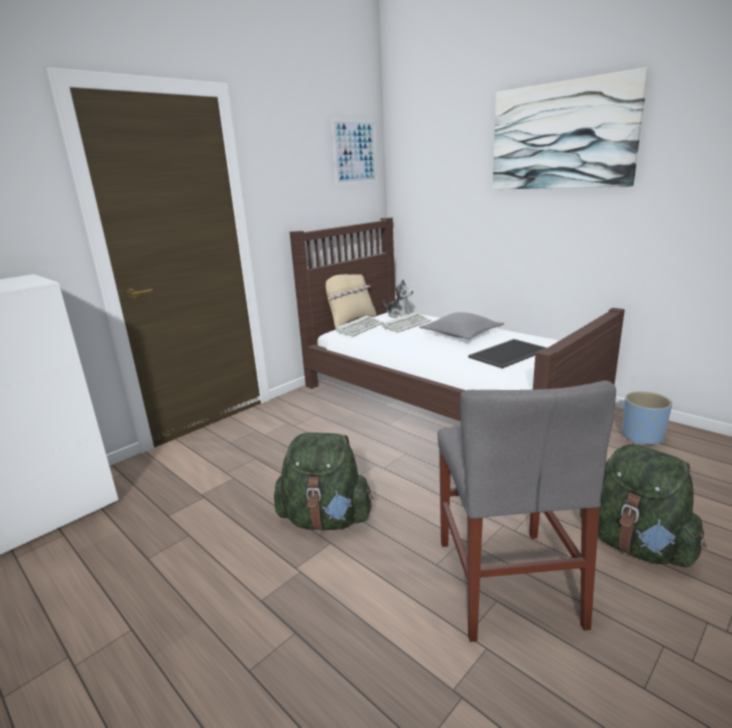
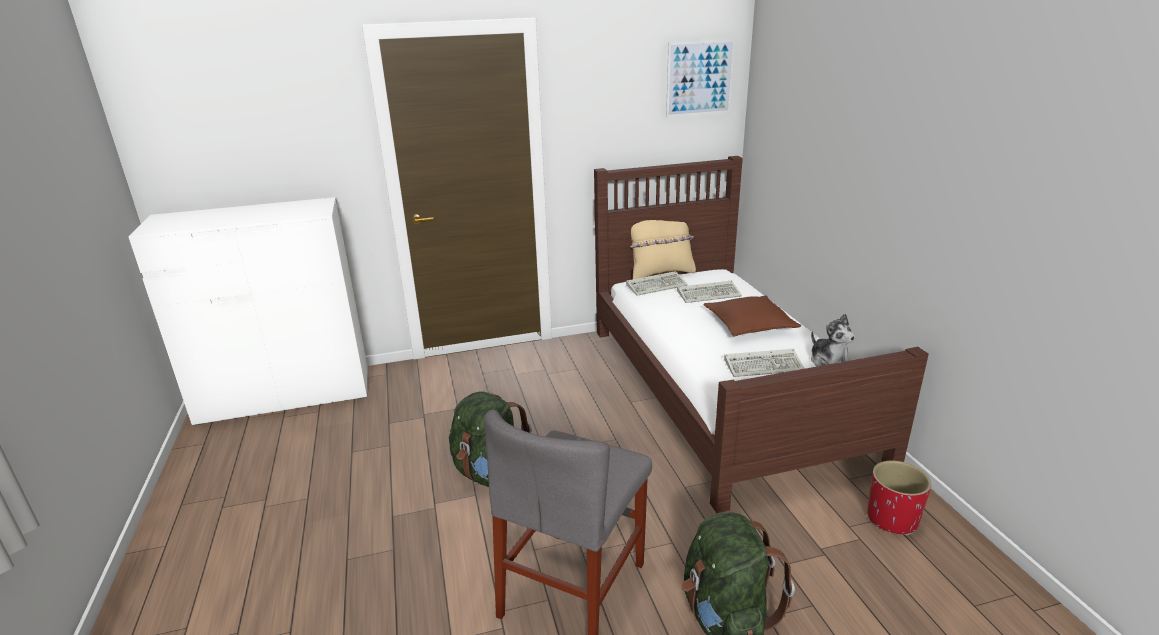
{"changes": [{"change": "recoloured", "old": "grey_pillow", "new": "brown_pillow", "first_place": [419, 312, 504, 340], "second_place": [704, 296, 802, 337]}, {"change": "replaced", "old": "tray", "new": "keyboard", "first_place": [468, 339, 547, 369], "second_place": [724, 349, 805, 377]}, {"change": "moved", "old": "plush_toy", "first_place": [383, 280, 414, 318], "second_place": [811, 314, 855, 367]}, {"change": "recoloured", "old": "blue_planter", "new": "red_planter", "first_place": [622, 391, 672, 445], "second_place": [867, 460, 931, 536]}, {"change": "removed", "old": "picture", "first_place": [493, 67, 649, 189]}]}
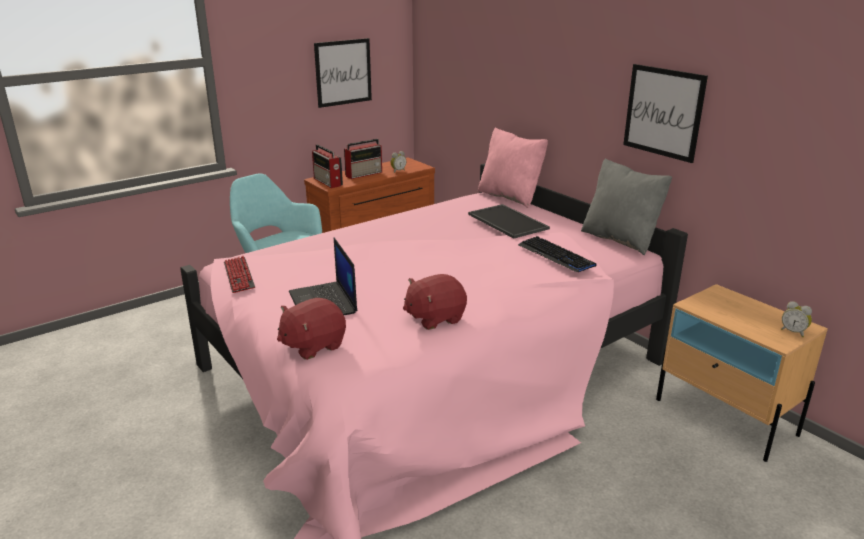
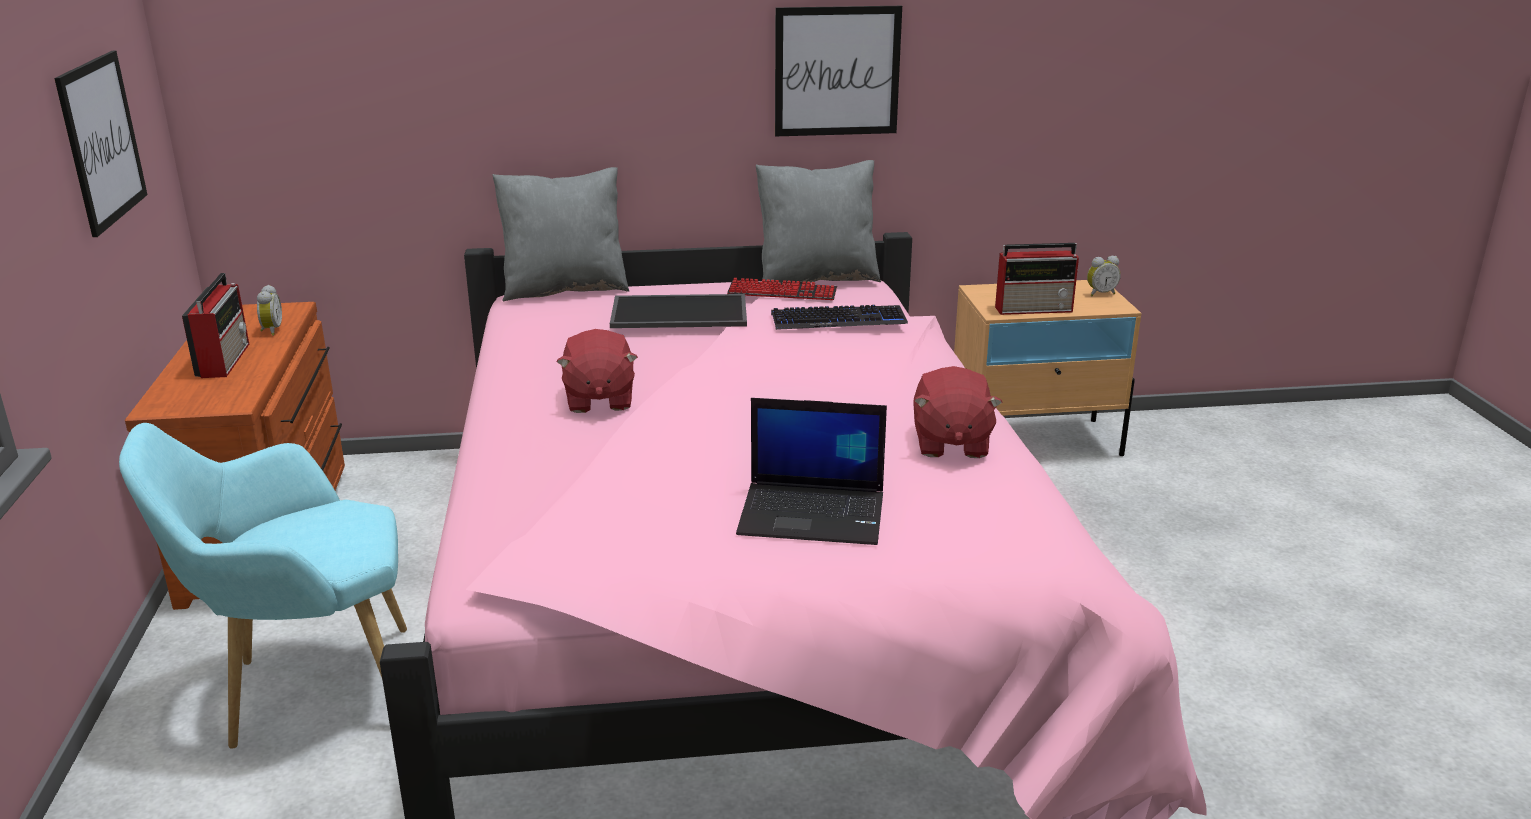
{"changes": [{"change": "recoloured", "old": "pink_pillow", "new": "grey_pillow", "first_place": [478, 127, 548, 208], "second_place": [492, 167, 629, 301]}, {"change": "moved", "old": "red_plush_toy", "first_place": [277, 298, 346, 360], "second_place": [556, 329, 638, 413]}, {"change": "moved", "old": "keyboard", "first_place": [224, 256, 255, 293], "second_place": [727, 278, 837, 300]}, {"change": "moved", "old": "radio", "first_place": [312, 144, 343, 188], "second_place": [995, 243, 1079, 315]}]}
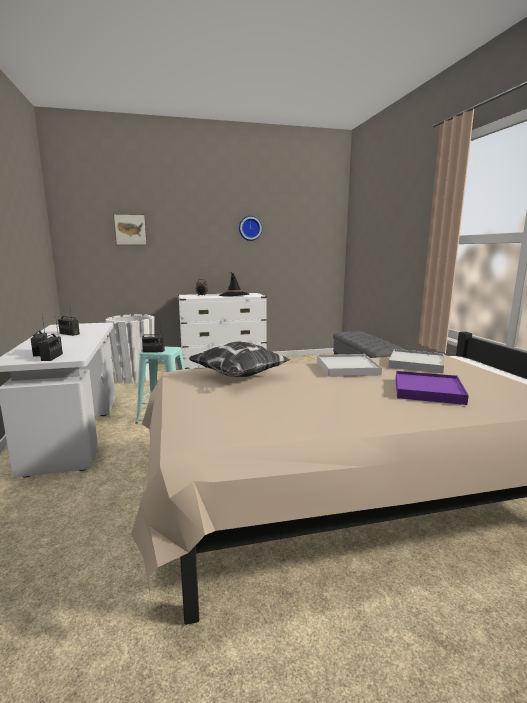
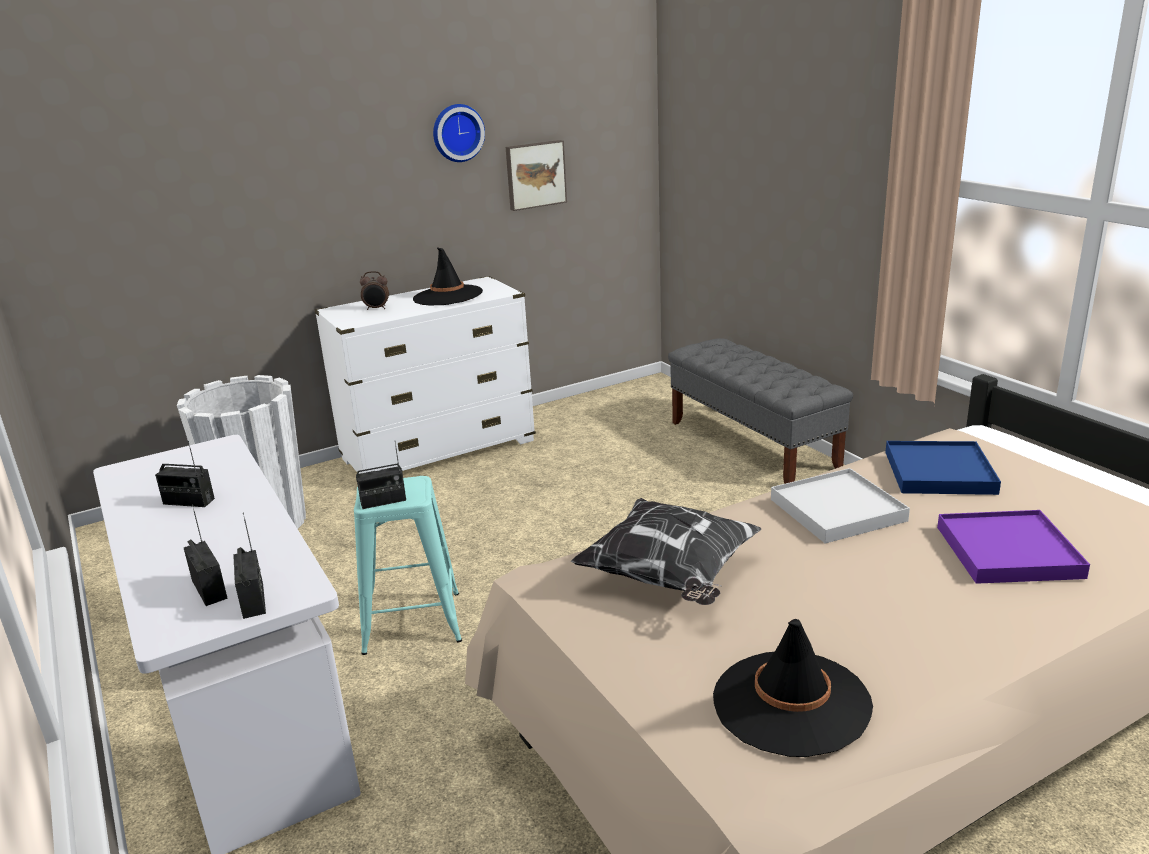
{"changes": [{"change": "moved", "old": "picture", "first_place": [113, 214, 147, 245], "second_place": [506, 140, 567, 211]}, {"change": "added", "new": "black_hat", "second_place": [713, 619, 873, 757]}, {"change": "recoloured", "old": "white_tray", "new": "blue_tray", "first_place": [388, 349, 444, 373], "second_place": [885, 441, 1001, 495]}]}
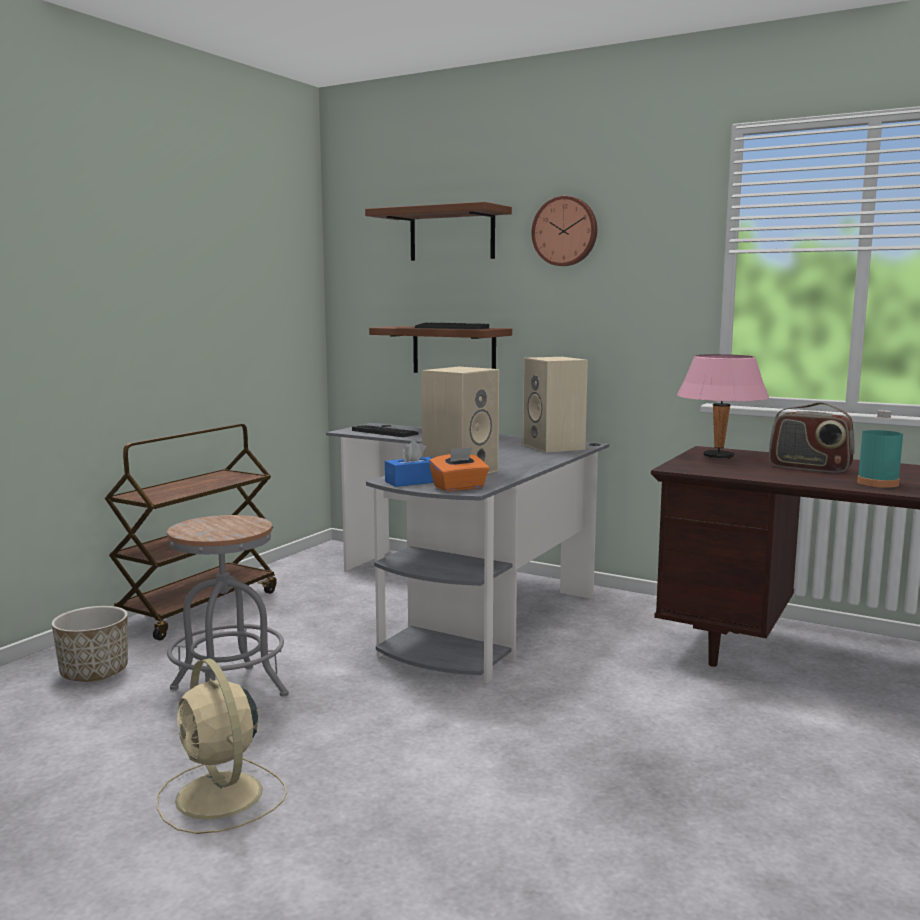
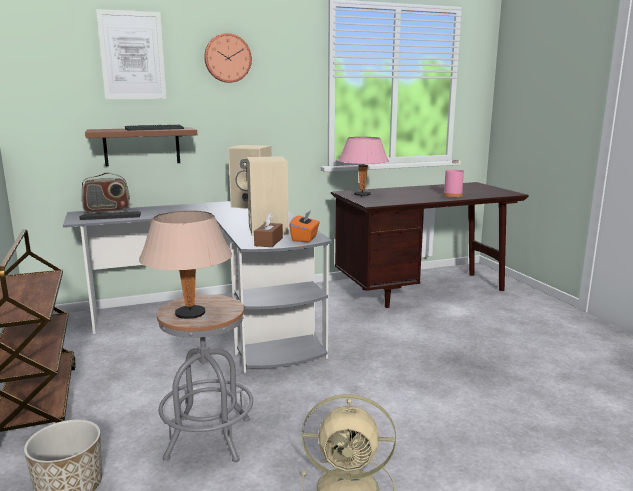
{"changes": [{"change": "moved", "old": "radio", "first_place": [769, 402, 855, 473], "second_place": [81, 172, 130, 213]}, {"change": "replaced", "old": "brown_shelf", "new": "picture", "first_place": [365, 202, 512, 261], "second_place": [96, 9, 167, 99]}, {"change": "added", "new": "beige_table_lamp", "second_place": [139, 211, 232, 319]}, {"change": "recoloured", "old": "blue_tissue_box", "new": "brown_tissue_box", "first_place": [385, 440, 434, 487], "second_place": [254, 213, 283, 247]}, {"change": "recoloured", "old": "turquoise_bottle", "new": "pink_bottle", "first_place": [857, 410, 903, 488], "second_place": [444, 160, 464, 197]}]}
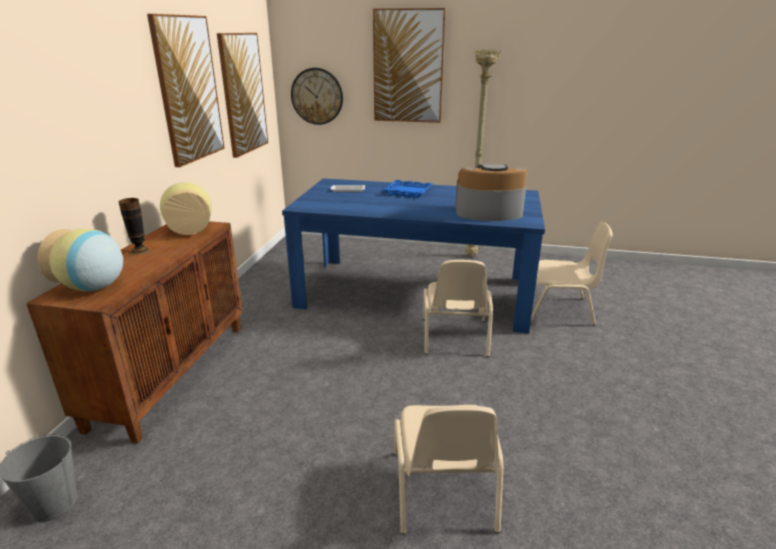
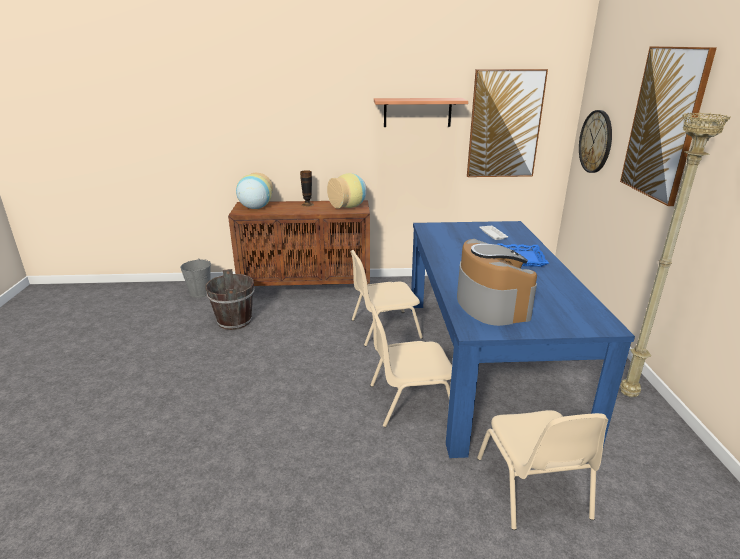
{"changes": [{"change": "added", "new": "brown_bucket", "second_place": [205, 269, 255, 330]}, {"change": "moved", "old": "beige_chair", "first_place": [394, 405, 503, 534], "second_place": [350, 250, 423, 346]}, {"change": "replaced", "old": "picture", "new": "shelf", "first_place": [147, 14, 225, 167], "second_place": [374, 98, 468, 127]}]}
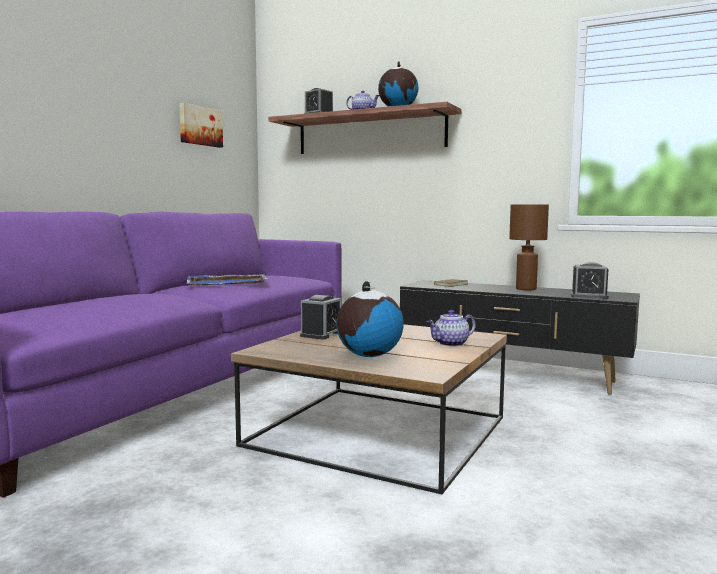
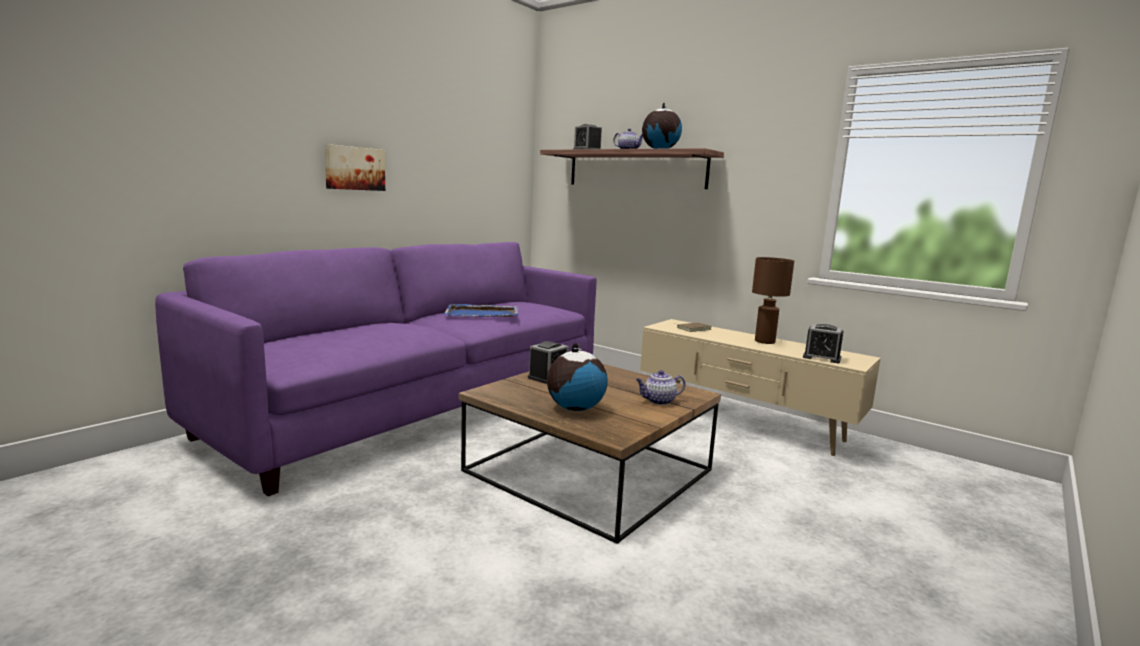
{"changes": [{"change": "moved", "old": "picture", "first_place": [179, 103, 223, 148], "second_place": [324, 144, 385, 191]}, {"change": "recoloured", "old": "black_tv_stand", "new": "beige_tv_stand", "first_place": [400, 280, 640, 395], "second_place": [640, 319, 881, 456]}]}
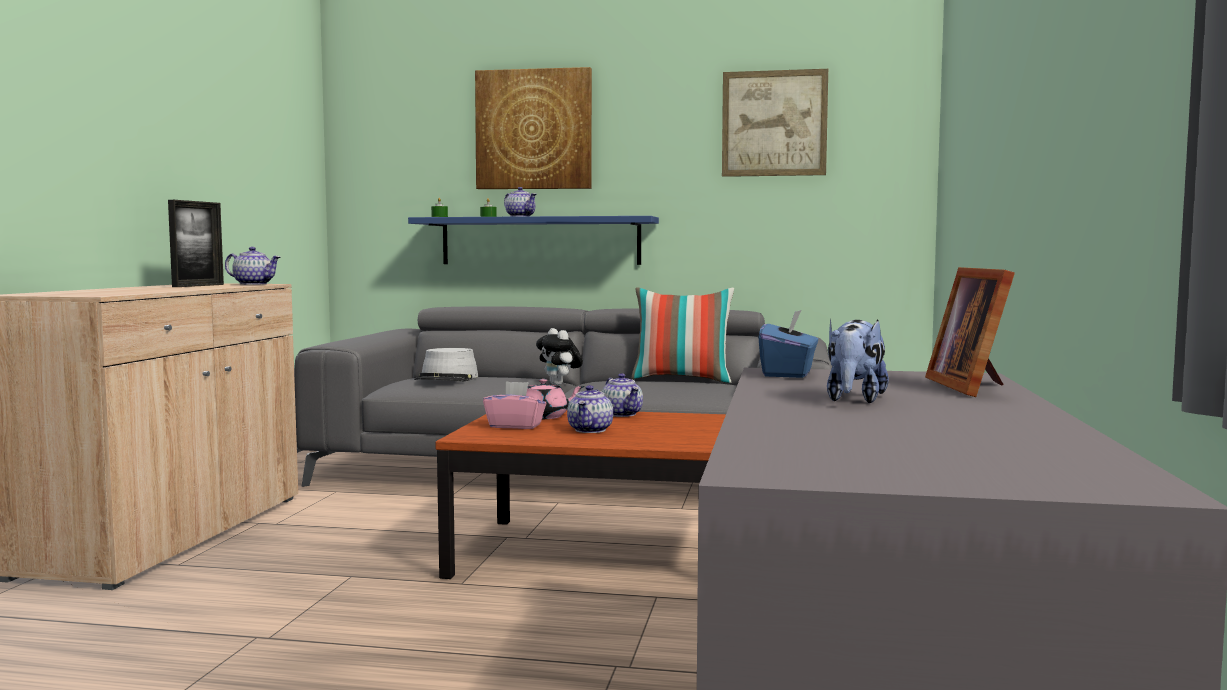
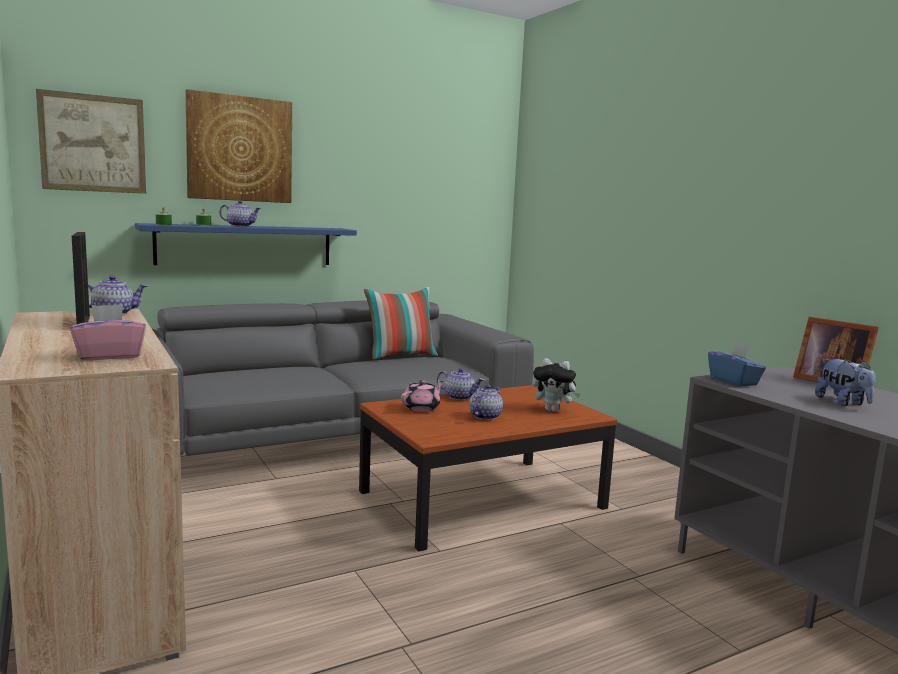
{"changes": [{"change": "moved", "old": "picture", "first_place": [722, 69, 828, 177], "second_place": [36, 89, 146, 194]}, {"change": "moved", "old": "pink_tissue_box", "first_place": [483, 381, 546, 429], "second_place": [70, 304, 146, 361]}, {"change": "turned", "old": "teapot", "first_place": [567, 385, 613, 433], "second_place": [469, 385, 503, 420], "degrees": -120}, {"change": "moved", "old": "plush_toy", "first_place": [536, 328, 583, 385], "second_place": [533, 358, 581, 412]}, {"change": "removed", "old": "grey_hat", "first_place": [414, 348, 478, 382]}]}
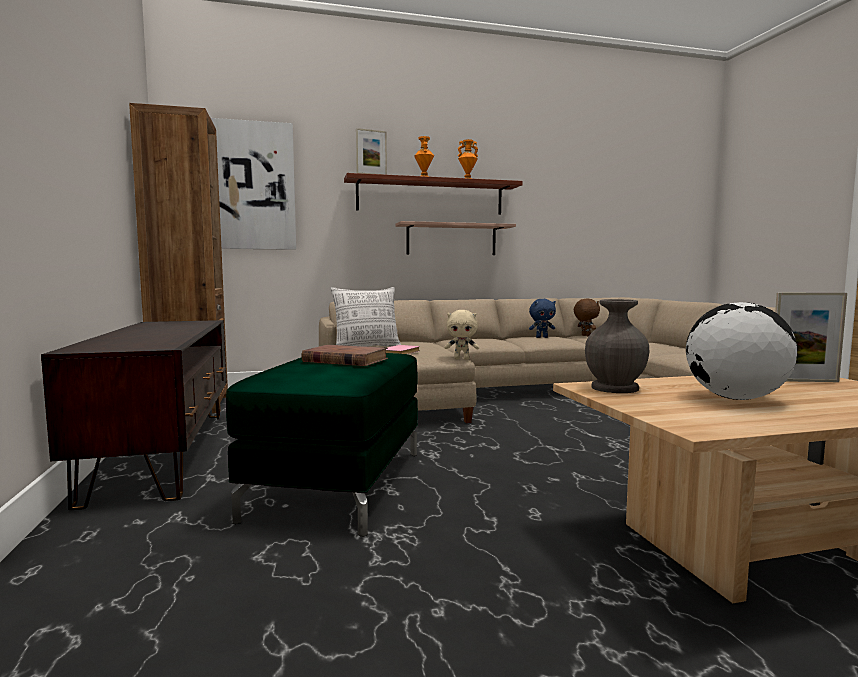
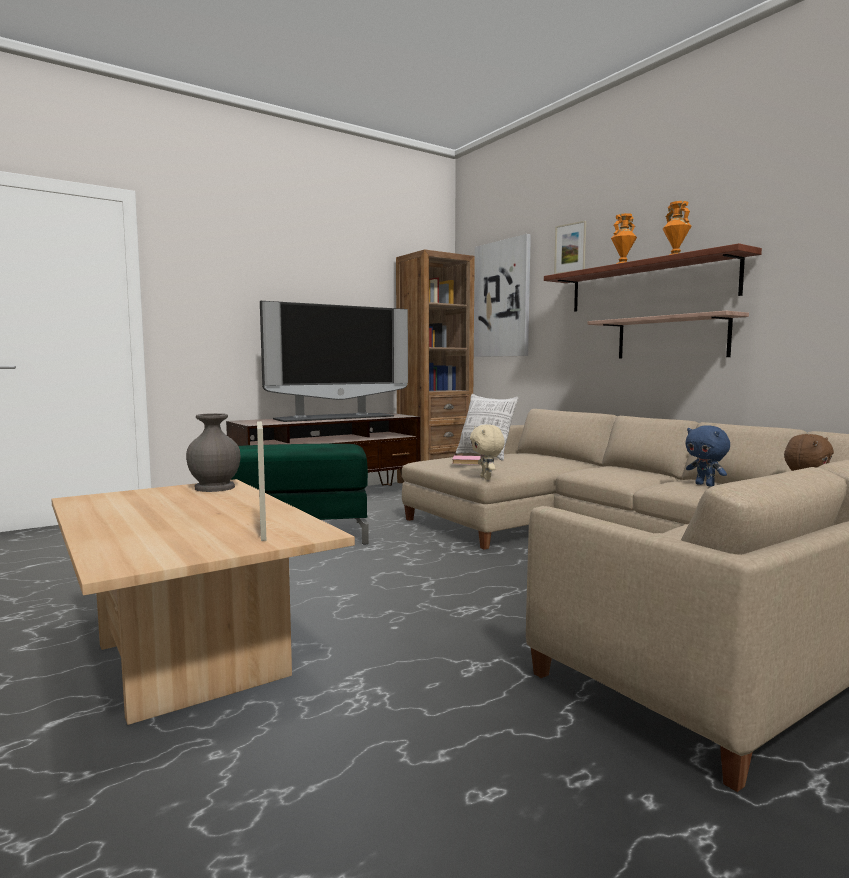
{"changes": [{"change": "added", "new": "television", "second_place": [260, 301, 408, 422]}, {"change": "removed", "old": "brown_book", "first_place": [302, 345, 388, 366]}, {"change": "removed", "old": "globe", "first_place": [686, 302, 797, 400]}]}
